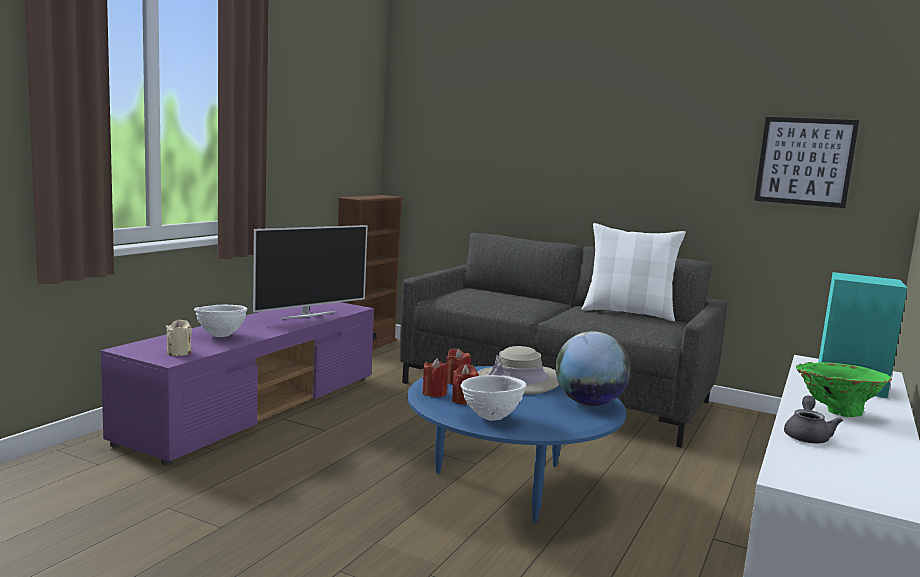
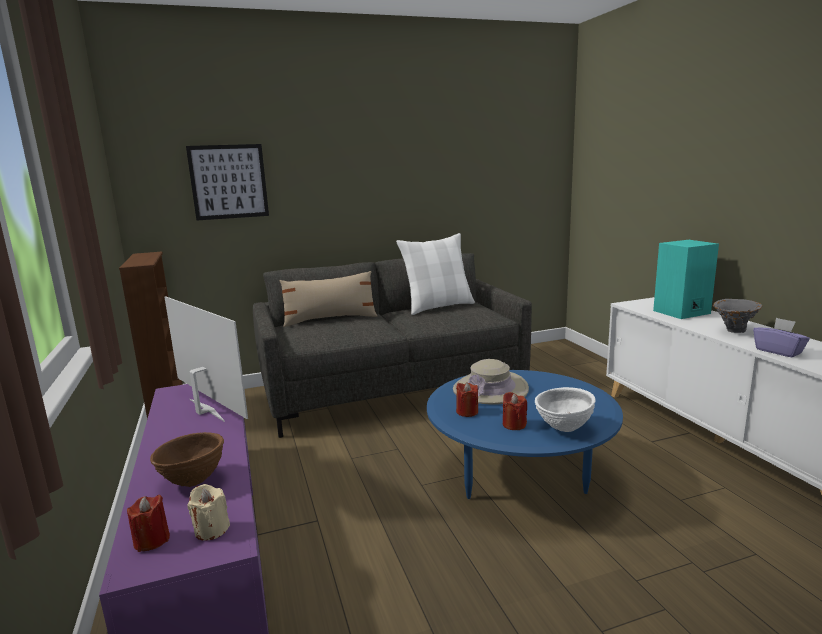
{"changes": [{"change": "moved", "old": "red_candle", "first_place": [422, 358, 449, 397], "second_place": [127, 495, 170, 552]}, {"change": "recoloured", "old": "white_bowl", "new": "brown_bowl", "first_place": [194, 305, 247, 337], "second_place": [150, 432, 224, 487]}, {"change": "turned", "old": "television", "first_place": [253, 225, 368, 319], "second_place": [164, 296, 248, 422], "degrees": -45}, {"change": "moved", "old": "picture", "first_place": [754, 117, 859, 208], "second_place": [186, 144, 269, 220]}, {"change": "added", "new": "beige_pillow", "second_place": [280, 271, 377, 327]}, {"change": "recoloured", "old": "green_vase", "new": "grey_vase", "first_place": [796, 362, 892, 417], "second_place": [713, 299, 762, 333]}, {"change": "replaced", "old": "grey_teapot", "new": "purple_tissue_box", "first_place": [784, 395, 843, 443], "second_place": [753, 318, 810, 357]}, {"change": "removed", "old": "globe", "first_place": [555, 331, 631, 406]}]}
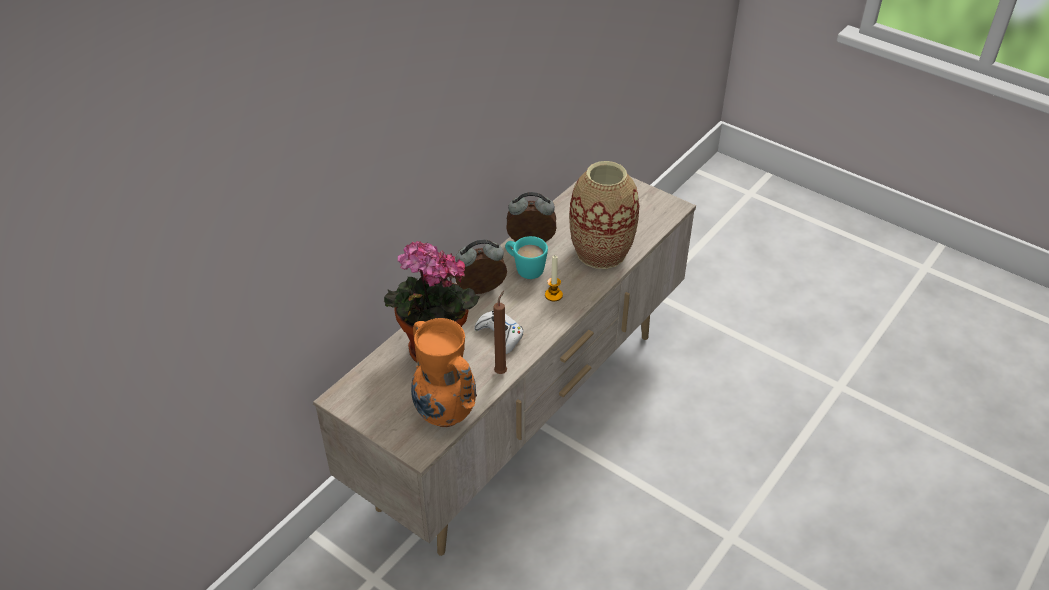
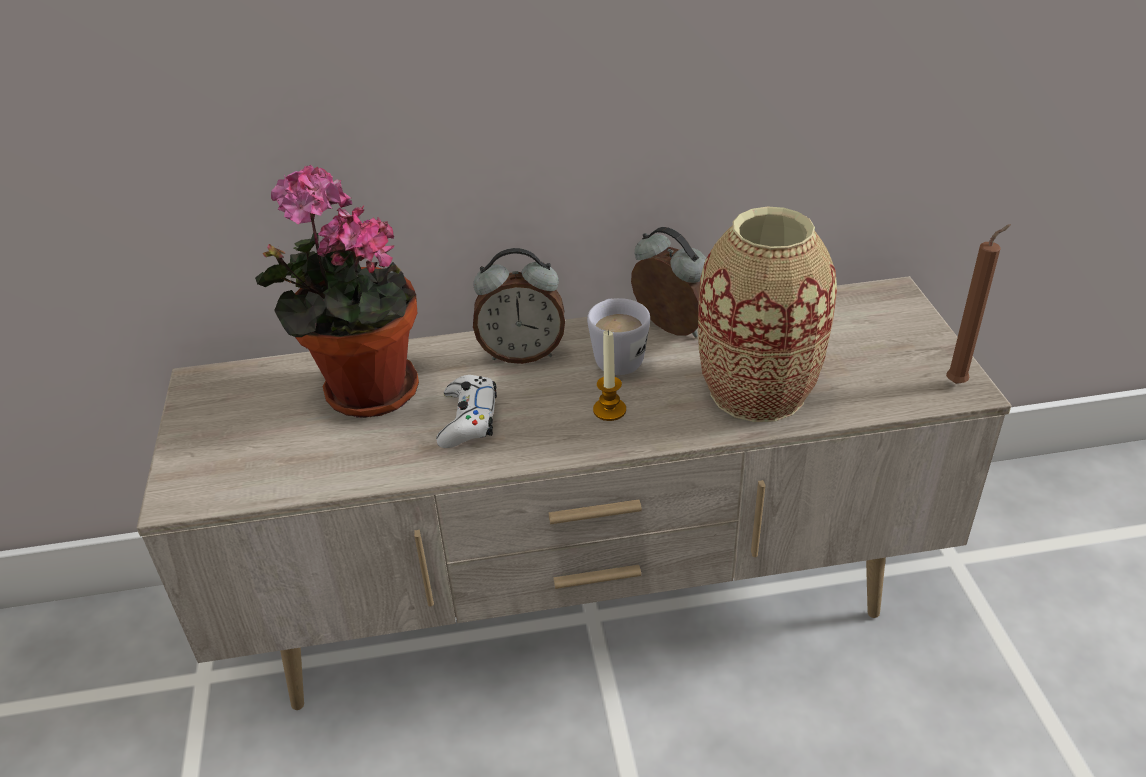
{"changes": [{"change": "turned", "old": "alarm_clock", "first_place": [455, 240, 507, 294], "second_place": [473, 248, 565, 364], "degrees": 150}, {"change": "recoloured", "old": "turquoise_mug", "new": "white_mug", "first_place": [505, 236, 548, 279], "second_place": [587, 298, 650, 375]}, {"change": "moved", "old": "brown_candle", "first_place": [494, 291, 507, 374], "second_place": [946, 224, 1011, 384]}, {"change": "removed", "old": "orange_vase", "first_place": [411, 318, 477, 427]}]}
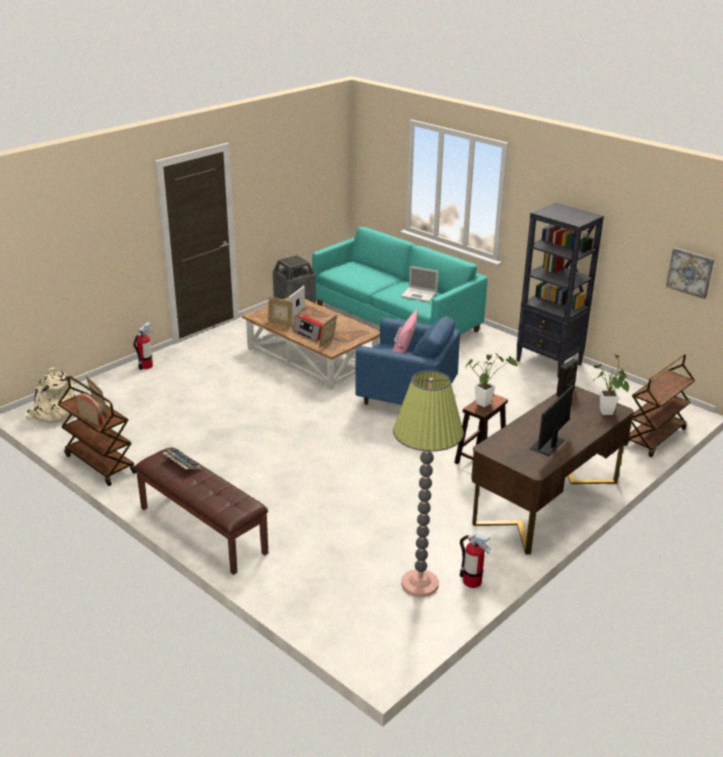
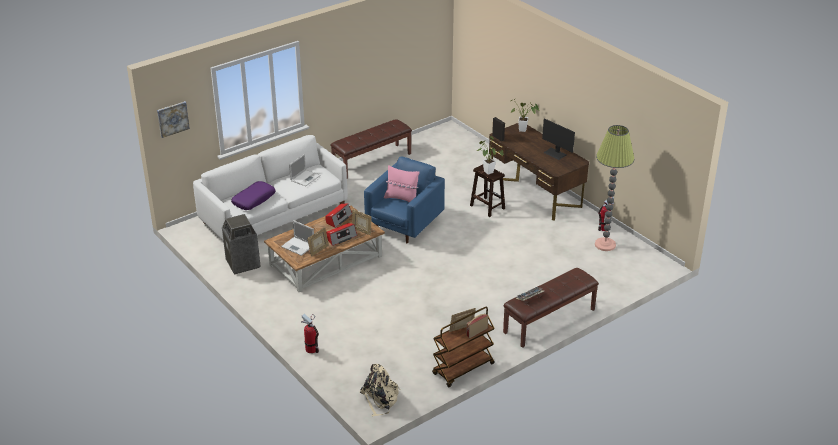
{"changes": [{"change": "moved", "old": "picture", "first_place": [666, 248, 714, 299], "second_place": [157, 101, 190, 138]}, {"change": "recoloured", "old": "turquoise_sofa", "new": "white_sofa", "first_place": [312, 227, 488, 335], "second_place": [193, 135, 348, 240]}, {"change": "added", "new": "purple_pillow", "second_place": [231, 181, 276, 210]}, {"change": "added", "new": "radio", "second_place": [325, 203, 352, 228]}, {"change": "replaced", "old": "black_bookcase", "new": "brown_bench", "first_place": [516, 203, 604, 378], "second_place": [330, 119, 412, 179]}, {"change": "removed", "old": "brown_cart", "first_place": [624, 354, 695, 457]}]}
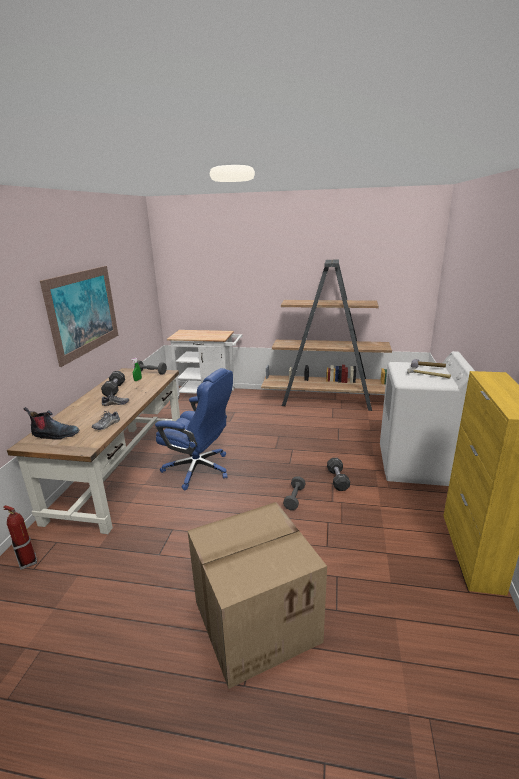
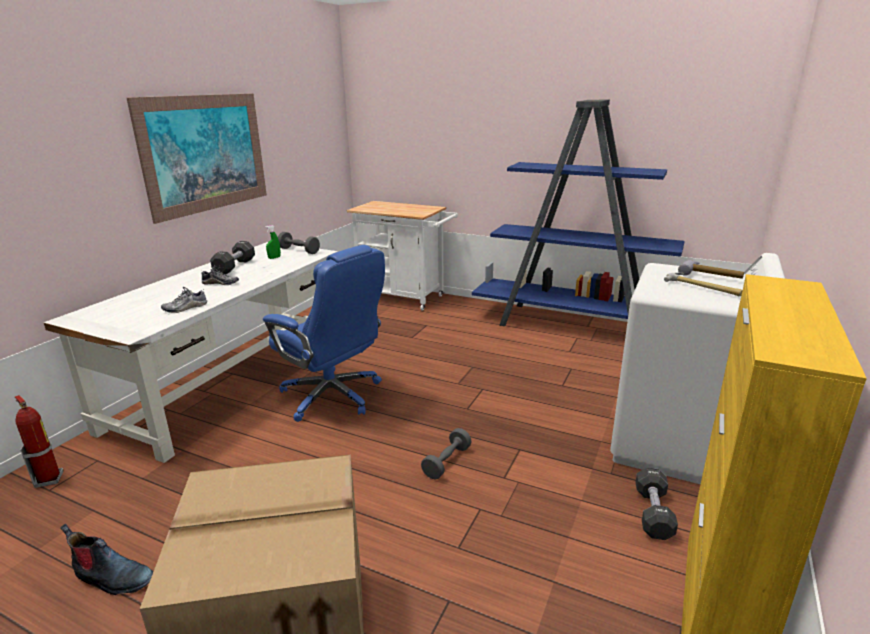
{"changes": [{"change": "recoloured", "old": "brown_desk", "new": "white_desk", "first_place": [7, 368, 180, 534], "second_place": [43, 242, 338, 463]}, {"change": "moved", "old": "boot", "first_place": [23, 407, 79, 440], "second_place": [60, 524, 153, 595]}, {"change": "recoloured", "old": "brown_bookcase", "new": "blue_bookcase", "first_place": [261, 259, 392, 411], "second_place": [472, 99, 685, 326]}, {"change": "moved", "old": "black_dumbbell", "first_place": [327, 458, 350, 491], "second_place": [635, 468, 678, 540]}]}
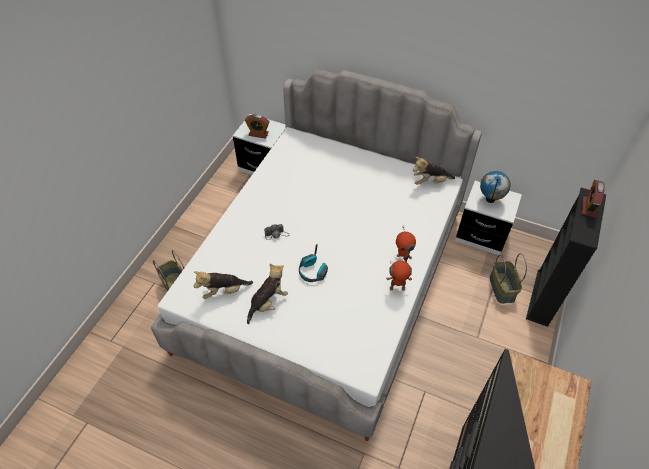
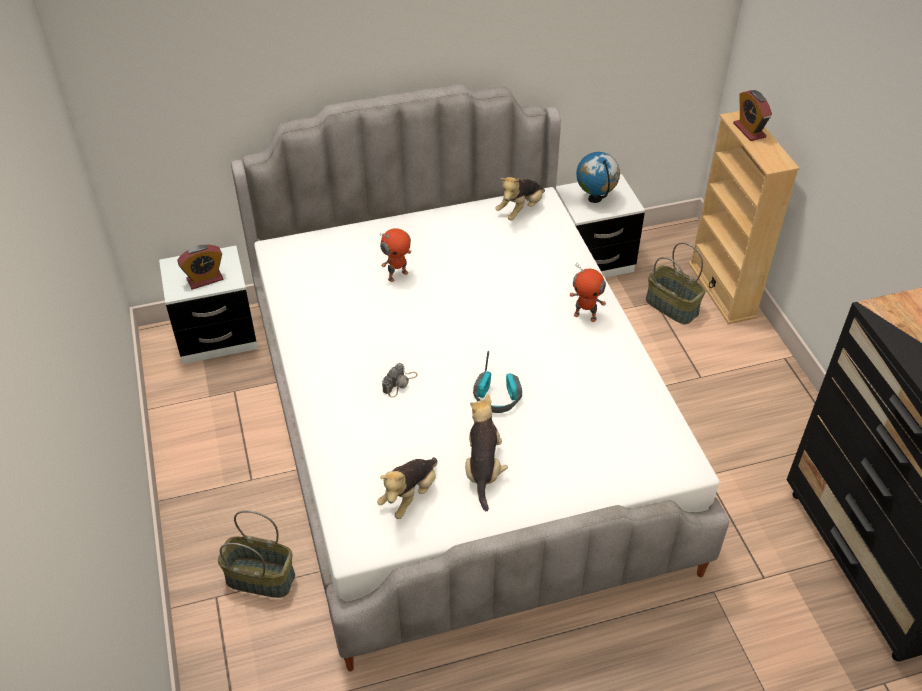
{"changes": [{"change": "moved", "old": "toy_robot", "first_place": [386, 260, 412, 291], "second_place": [380, 228, 412, 282]}, {"change": "recoloured", "old": "black_bookcase", "new": "beige_bookcase", "first_place": [526, 188, 606, 327], "second_place": [688, 111, 800, 324]}]}
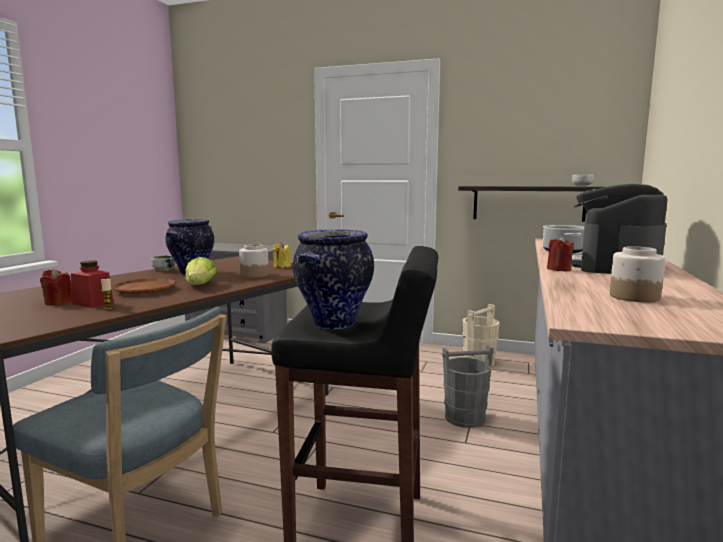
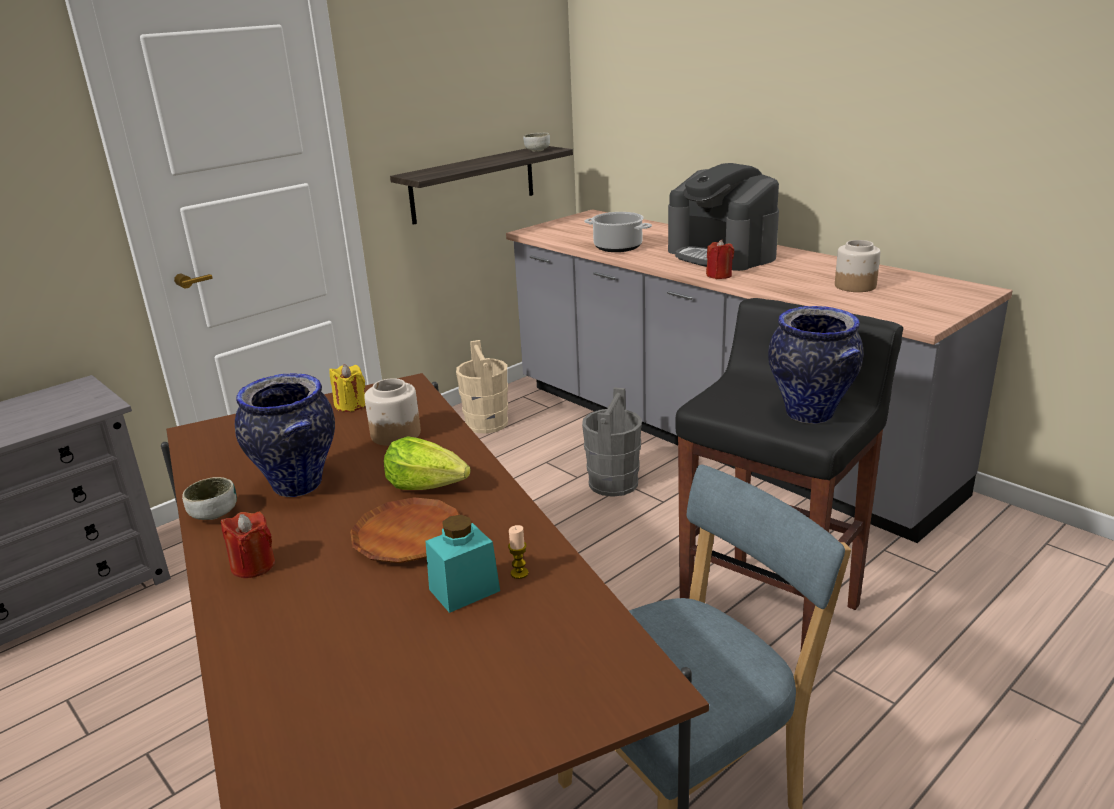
{"changes": [{"change": "moved", "old": "red_candle", "first_place": [40, 268, 72, 305], "second_place": [221, 512, 275, 578]}, {"change": "recoloured", "old": "red_jar", "new": "turquoise_jar", "first_place": [71, 261, 114, 308], "second_place": [425, 515, 500, 613]}]}
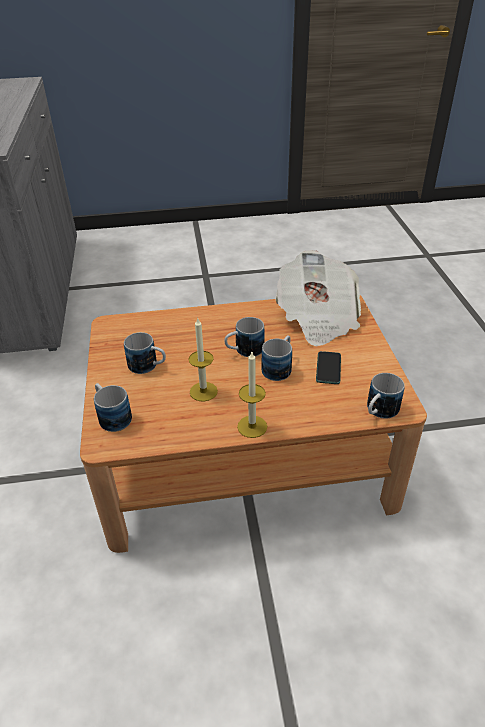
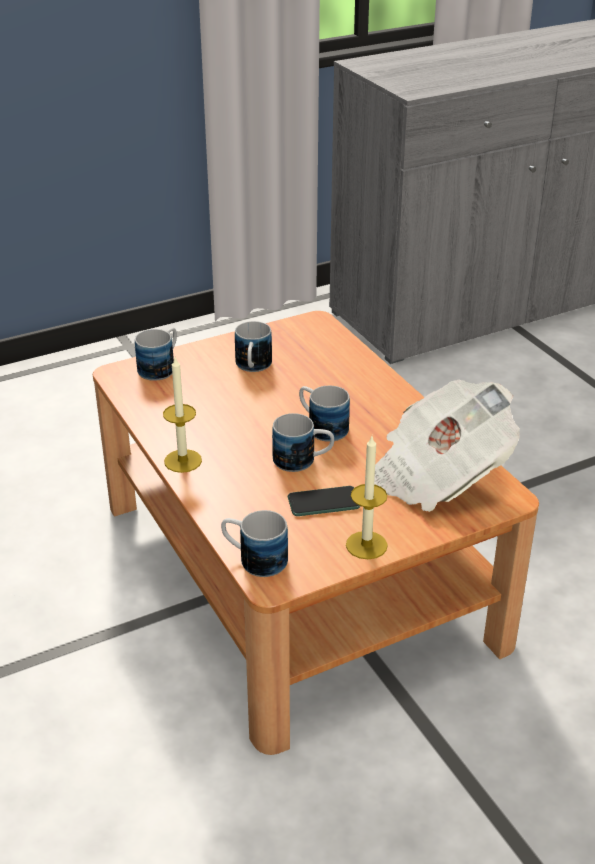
{"changes": [{"change": "moved", "old": "candle", "first_place": [188, 318, 218, 402], "second_place": [346, 436, 388, 559]}]}
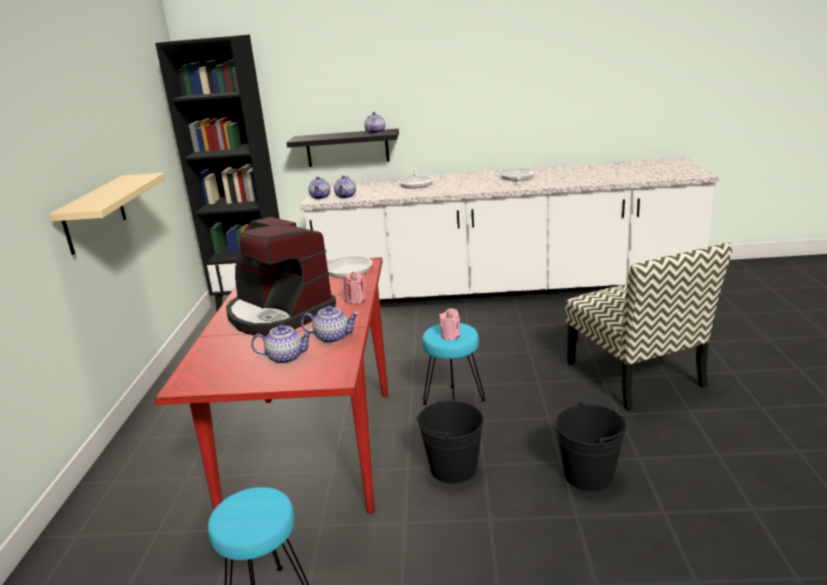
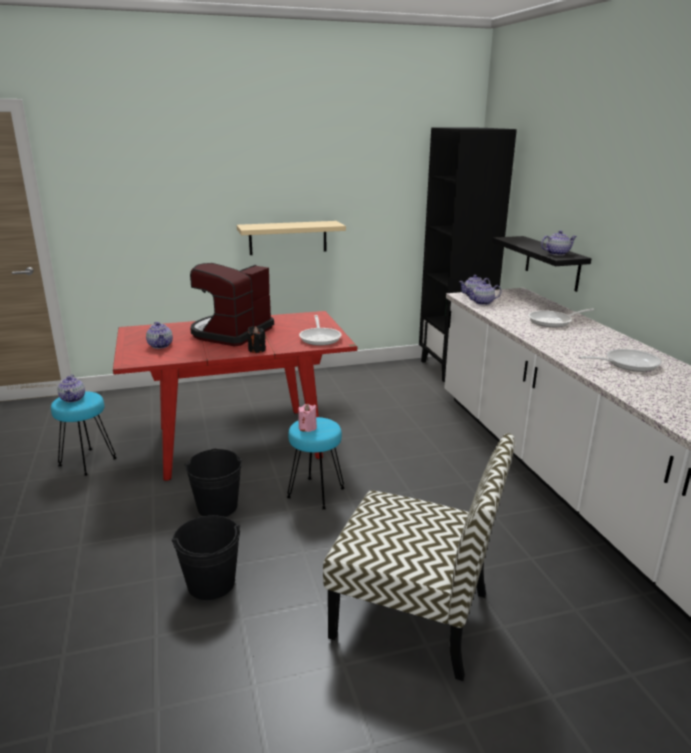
{"changes": [{"change": "moved", "old": "teapot", "first_place": [301, 306, 359, 343], "second_place": [57, 375, 85, 402]}, {"change": "recoloured", "old": "pink_candle", "new": "black_candle", "first_place": [343, 272, 366, 304], "second_place": [248, 326, 266, 353]}, {"change": "turned", "old": "chair", "first_place": [565, 243, 733, 411], "second_place": [323, 433, 515, 681], "degrees": -120}]}
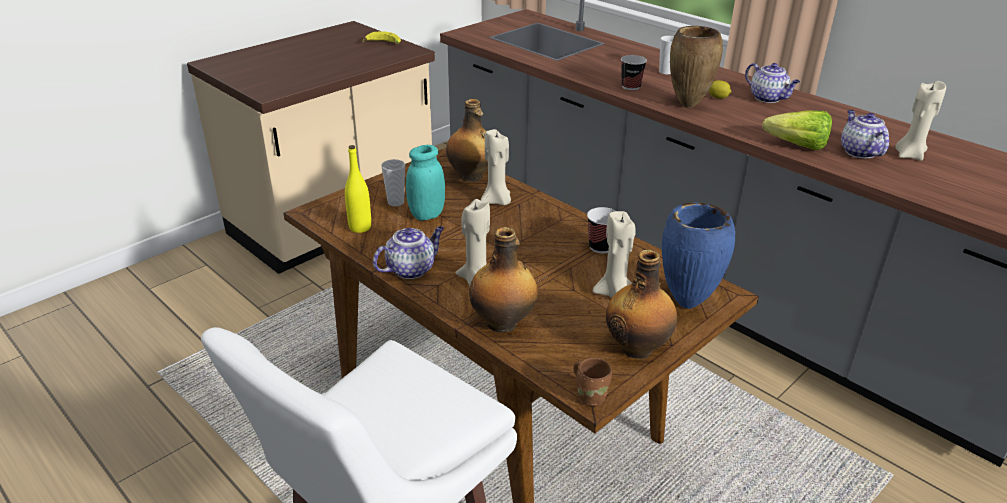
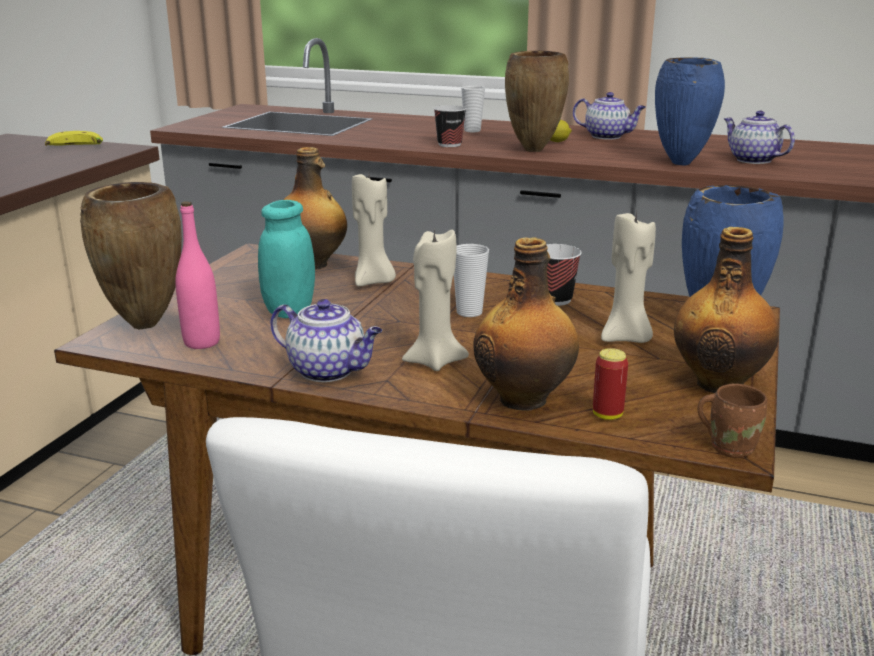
{"changes": [{"change": "added", "new": "brown_vase", "second_place": [80, 182, 182, 330]}, {"change": "recoloured", "old": "yellow_bottle", "new": "pink_bottle", "first_place": [345, 145, 371, 233], "second_place": [175, 201, 220, 349]}, {"change": "turned", "old": "teapot", "first_place": [373, 226, 444, 279], "second_place": [270, 299, 382, 382], "degrees": 90}, {"change": "moved", "old": "cup", "first_place": [381, 159, 405, 206], "second_place": [454, 244, 489, 317]}, {"change": "added", "new": "can", "second_place": [593, 348, 628, 420]}, {"change": "replaced", "old": "lettuce", "new": "blue_vase", "first_place": [762, 110, 832, 150], "second_place": [655, 57, 725, 165]}, {"change": "removed", "old": "beige_candle", "first_place": [895, 81, 946, 161]}]}
